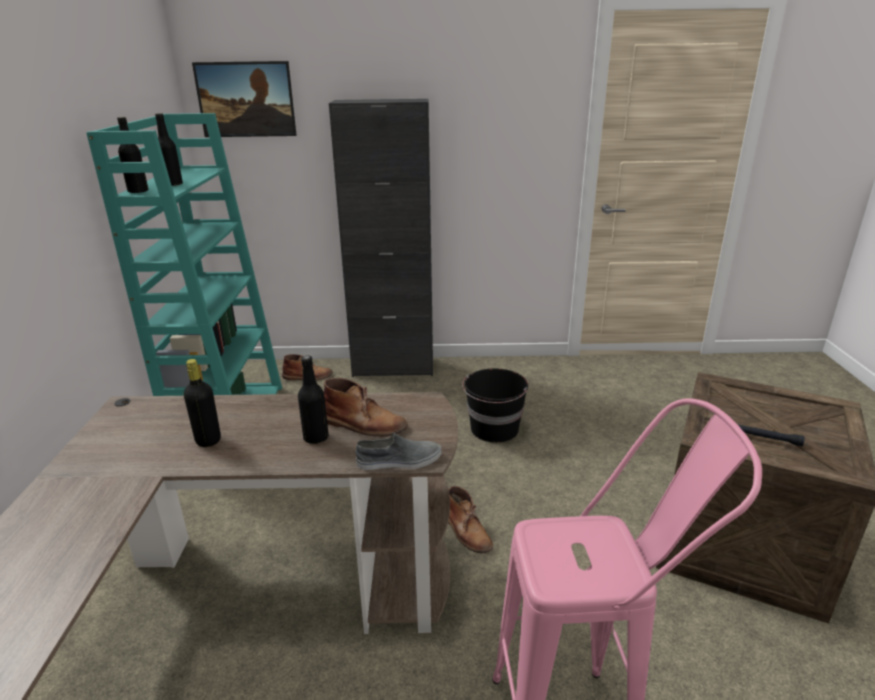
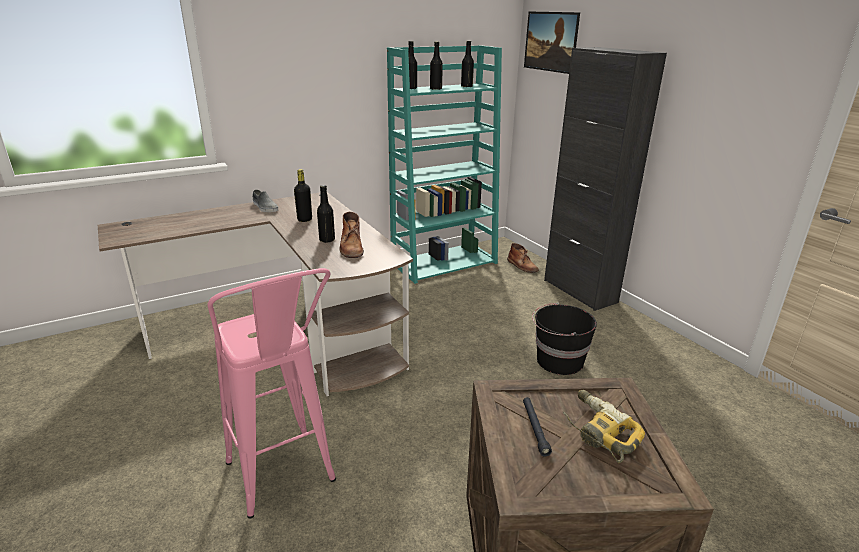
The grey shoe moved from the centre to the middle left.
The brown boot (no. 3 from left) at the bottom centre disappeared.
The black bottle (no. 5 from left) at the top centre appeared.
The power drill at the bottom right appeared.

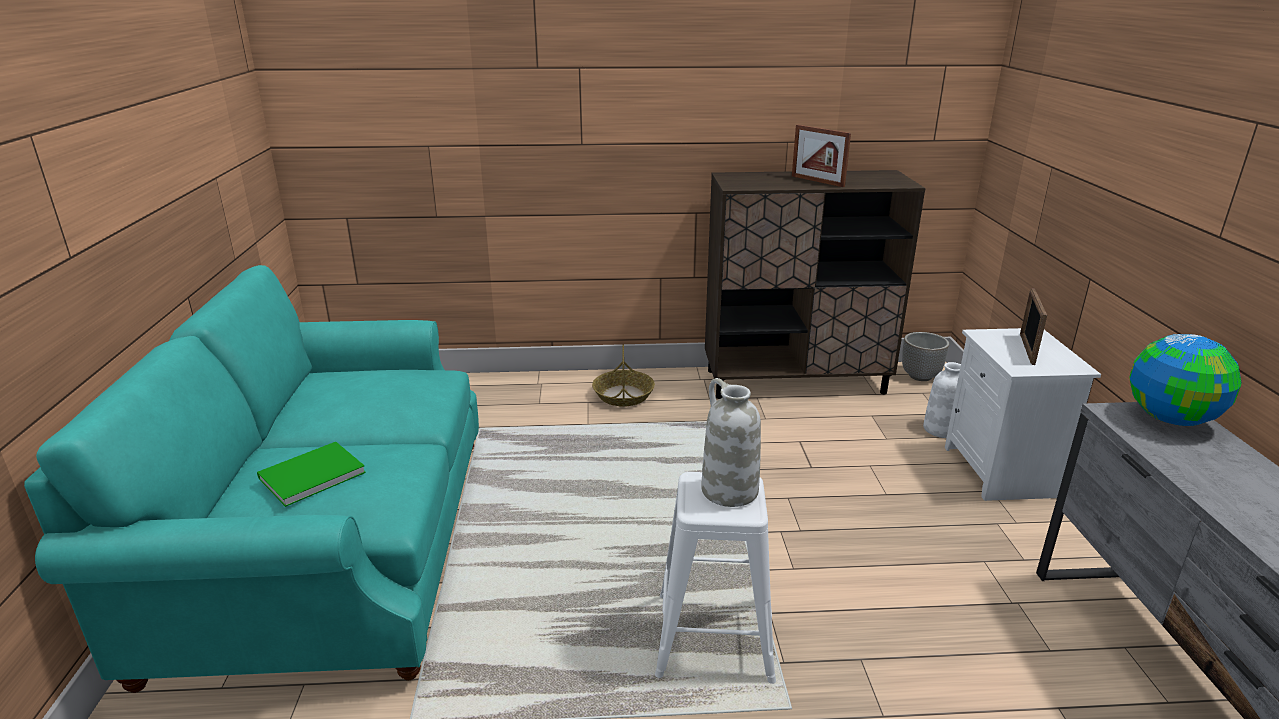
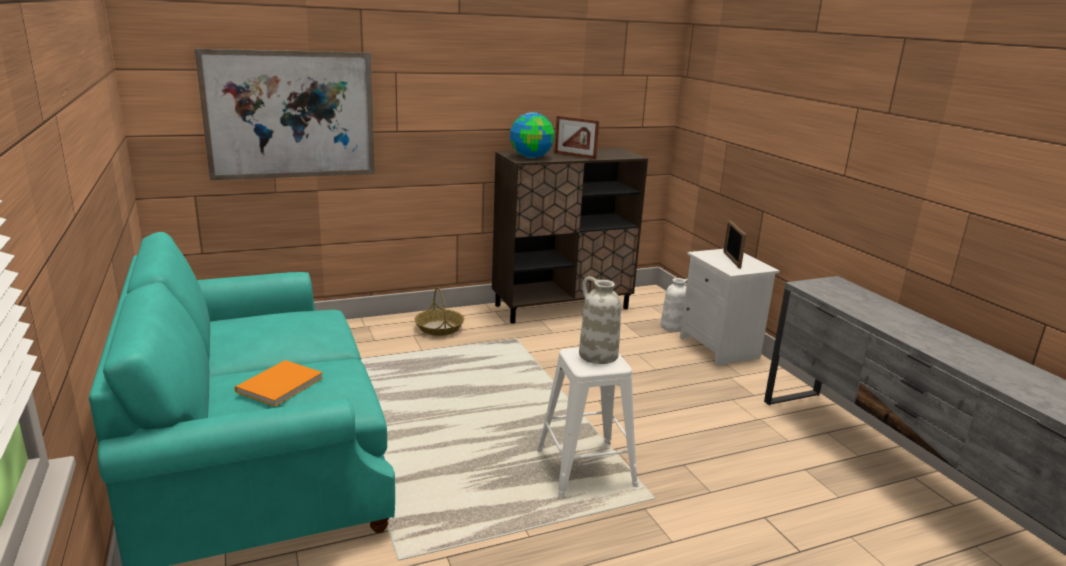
The planter at the middle right disappeared.
The globe moved from the middle right to the top centre.
The green book at the middle left became the orange book at the bottom left.
The picture at the top left appeared.

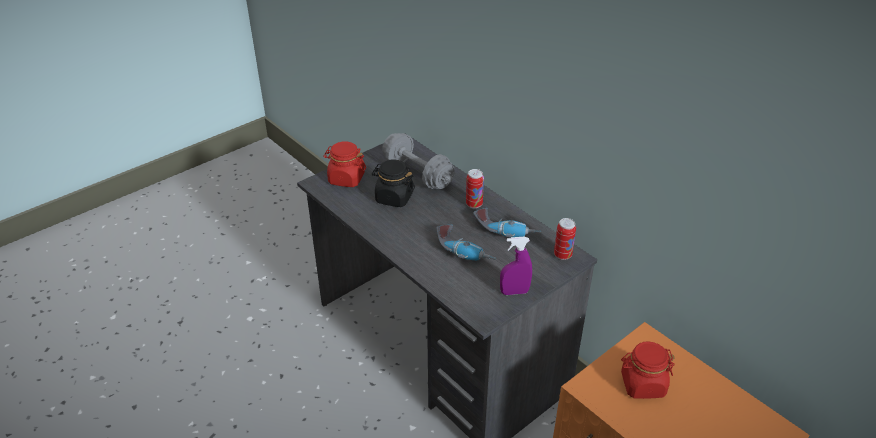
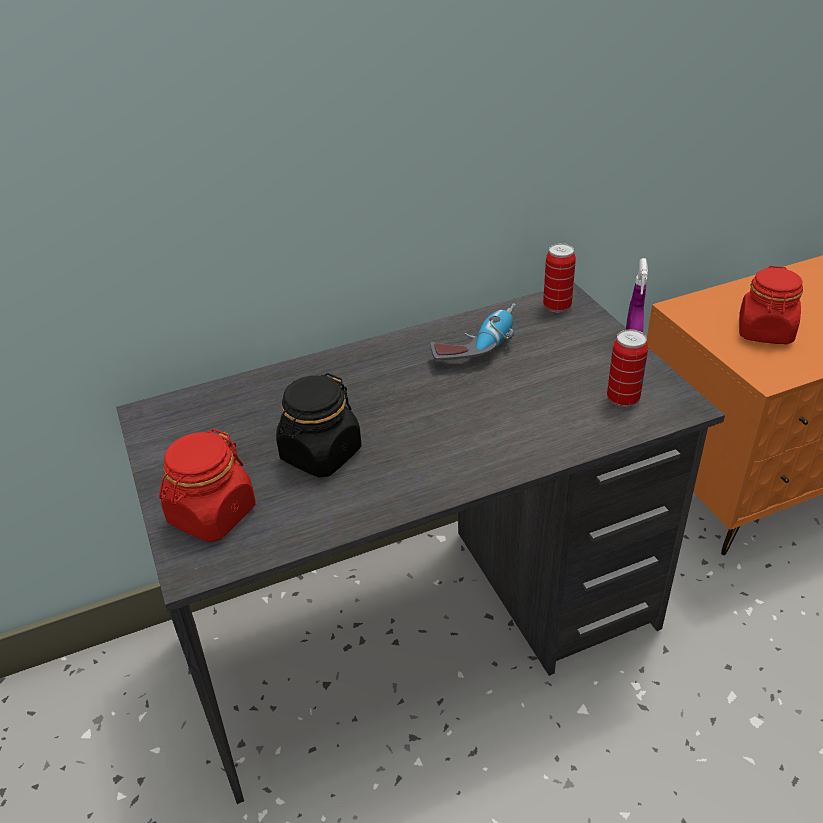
The grey dumbbell at the centre disappeared.
The can (no. 1 from left in the first image) moved from the centre to the middle right.
The power drill (no. 1 from left) at the centre disappeared.

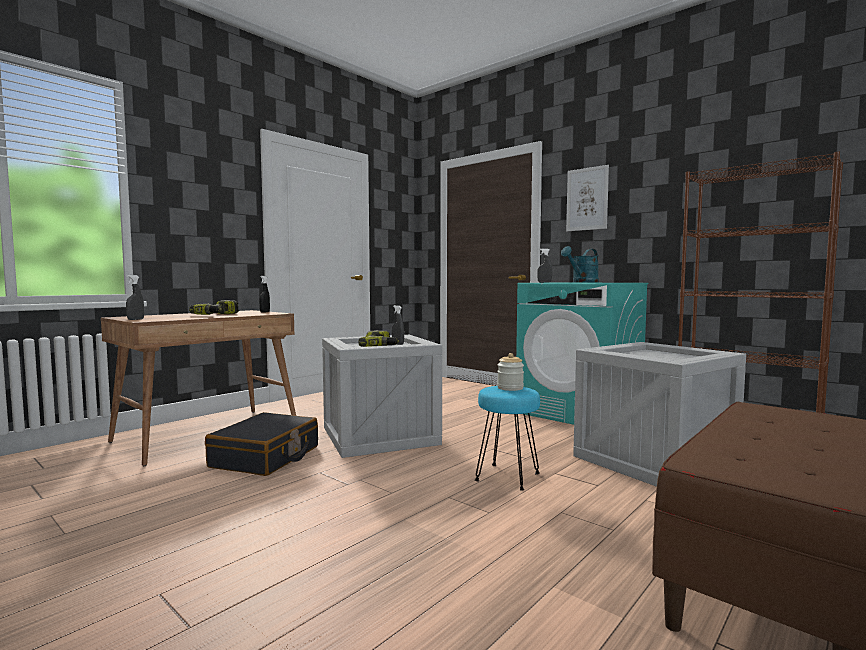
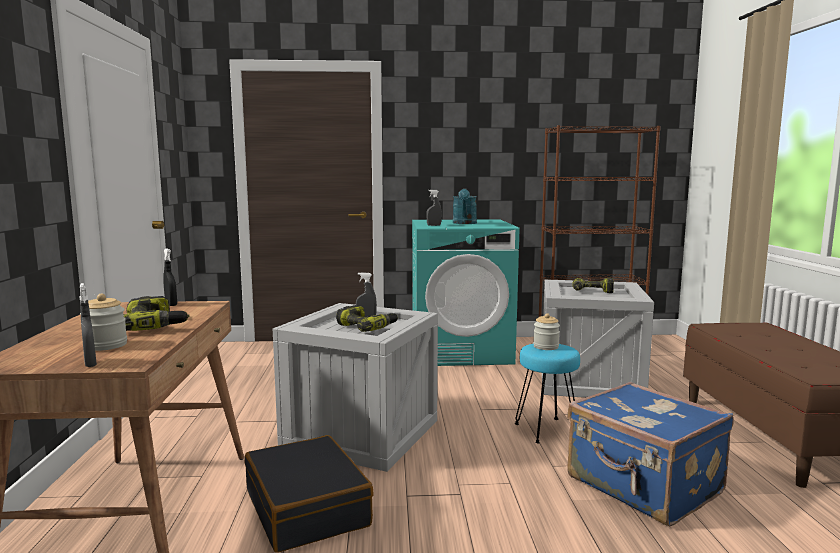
The picture at the top right disappeared.
The power drill (no. 3 from left) at the middle right appeared.
The jar (no. 1 from left) at the middle left appeared.
The blue suitcase at the bottom right appeared.

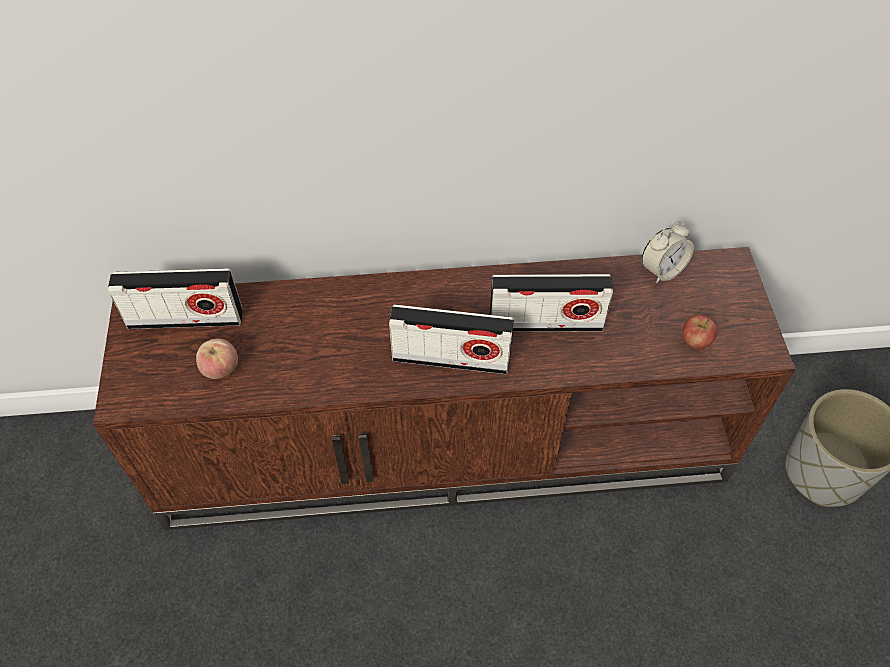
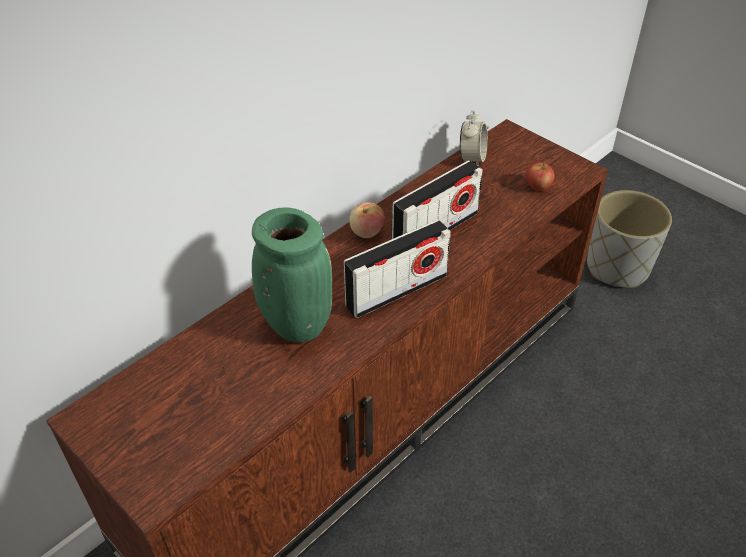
The radio (no. 1 from left) at the middle left disappeared.
The apple (no. 1 from left) moved from the middle left to the centre.
The green vase at the centre appeared.

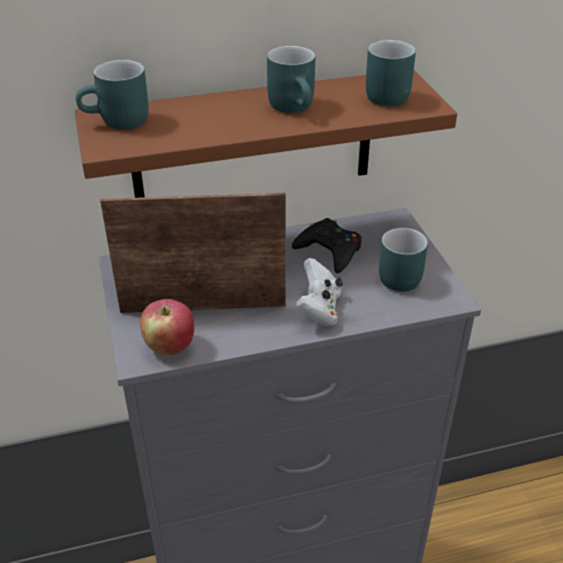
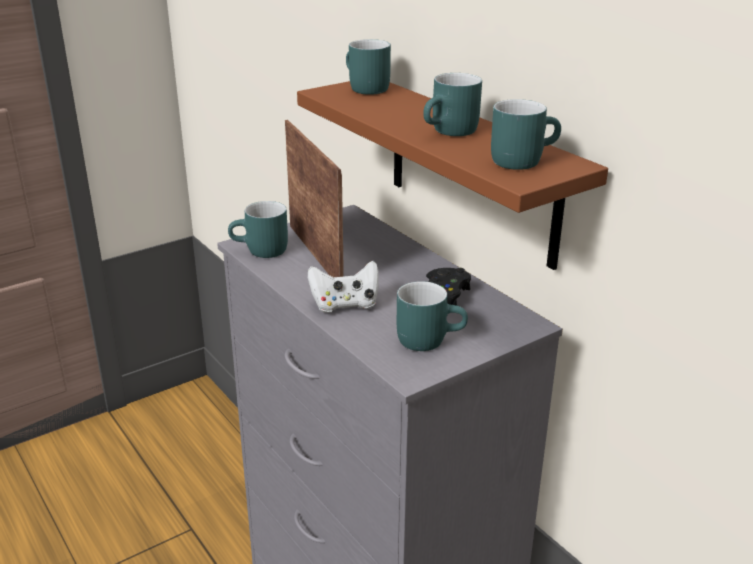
The apple at the middle left was replaced by the turquoise mug (no. 1 from left) at the centre.

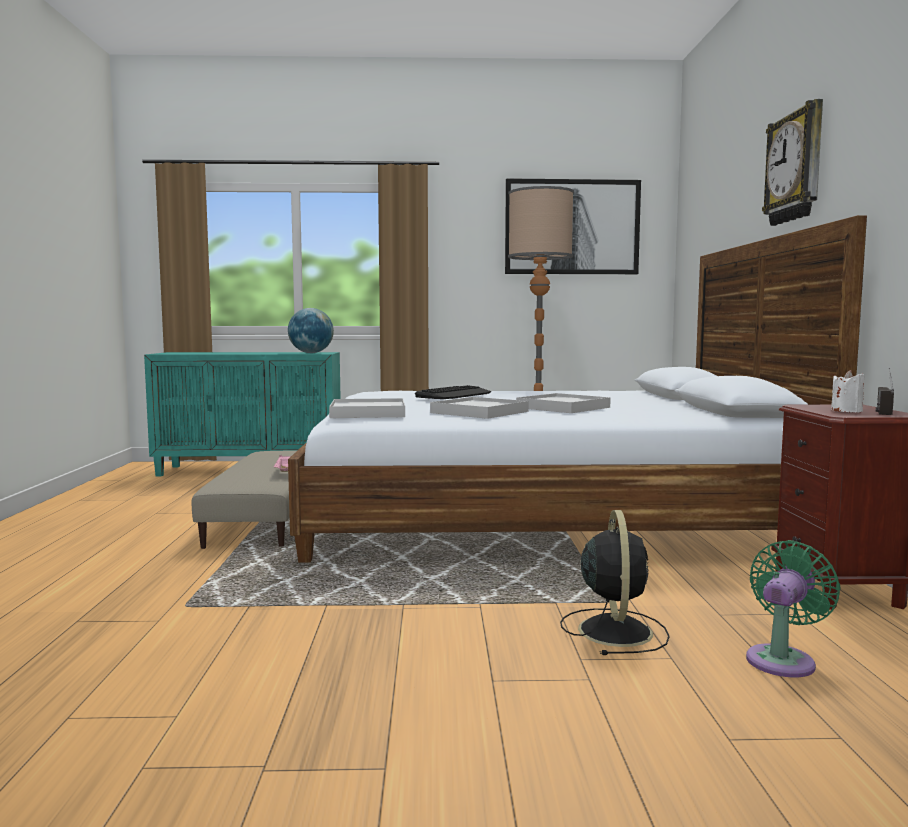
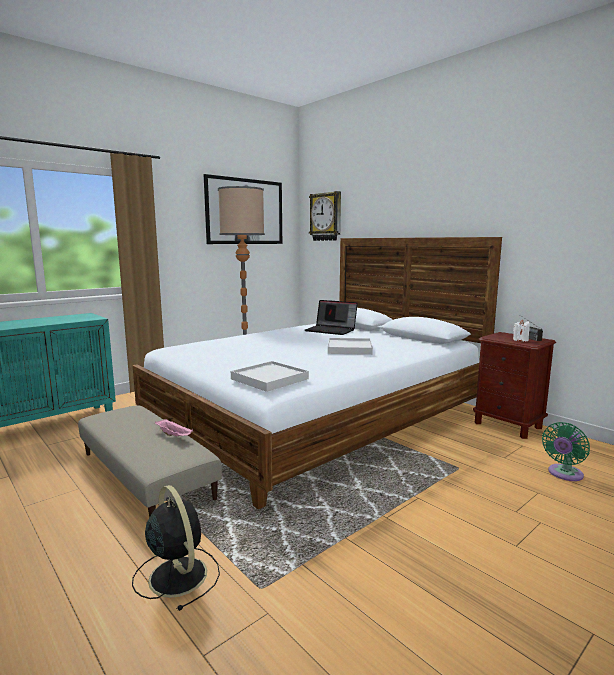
The wall clock moved from the top right to the top centre.
The globe at the centre disappeared.
The keyboard at the centre disappeared.
The white tray (no. 2 from left) at the centre disappeared.
The black fan moved from the bottom right to the bottom left.
The green fan at the bottom right turned 135 degrees counterclockwise.
The laptop at the centre appeared.

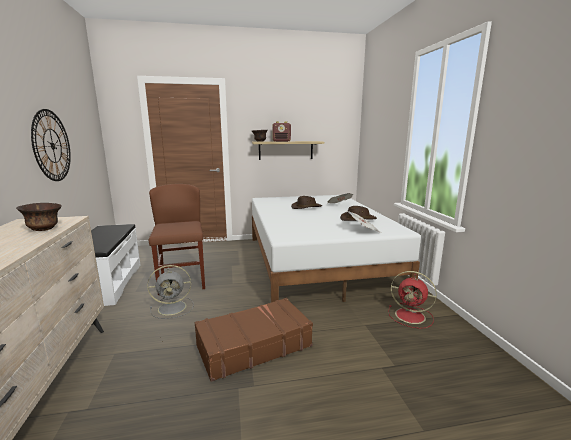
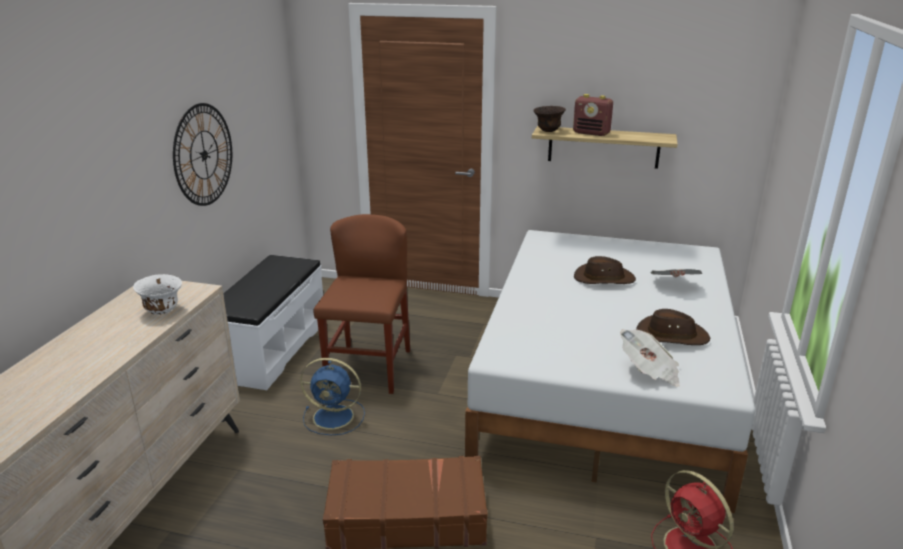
The brown bowl (no. 1 from left) at the middle left became the white bowl at the middle left.
The grey fan at the middle left became the blue fan at the bottom centre.

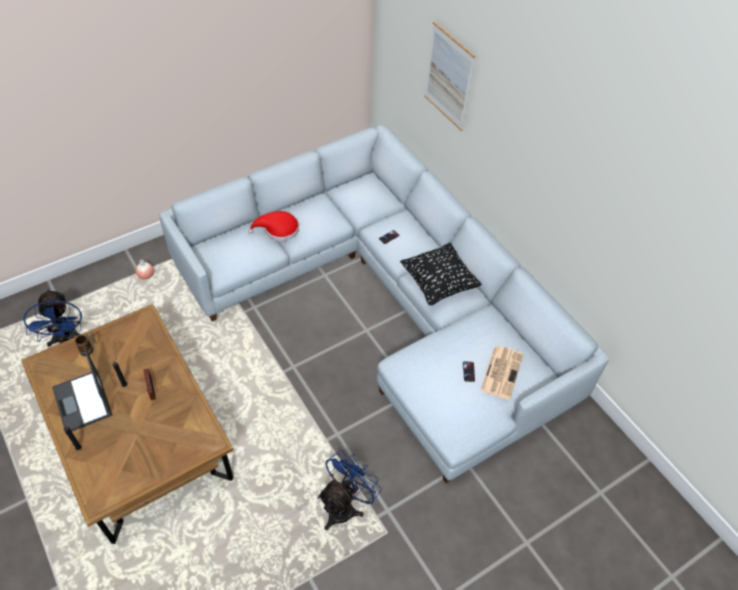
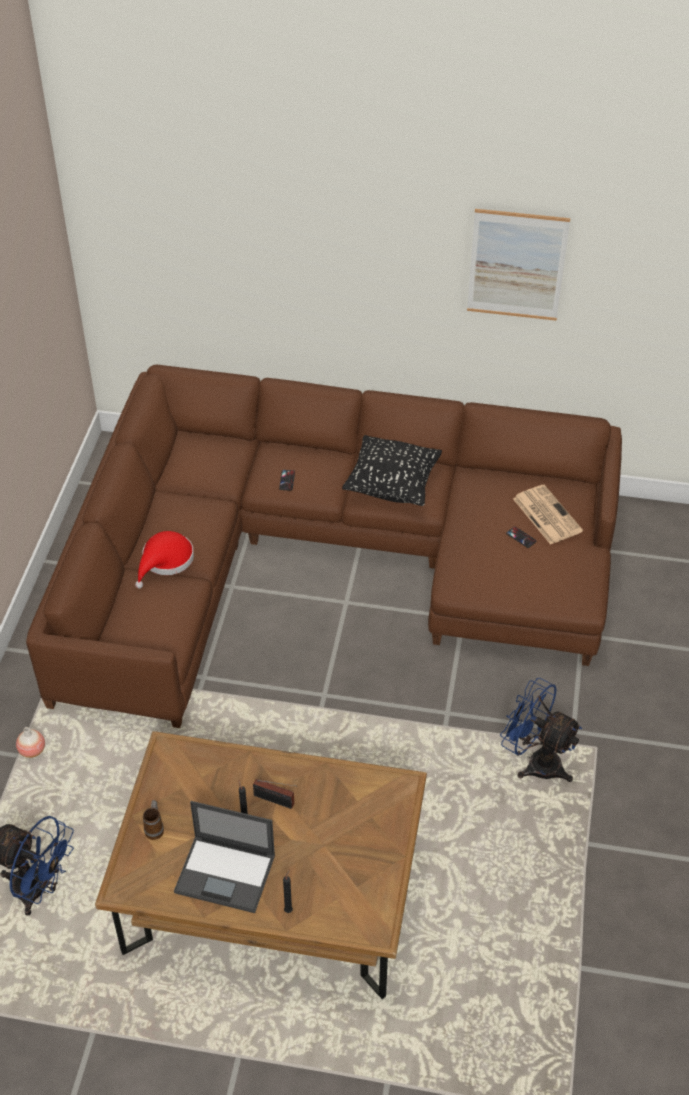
The picture moved from the top centre to the top right.
The grey sofa at the centre became the brown sofa at the centre.
The blue fan (no. 2 from left) at the bottom centre turned 45 degrees counterclockwise.

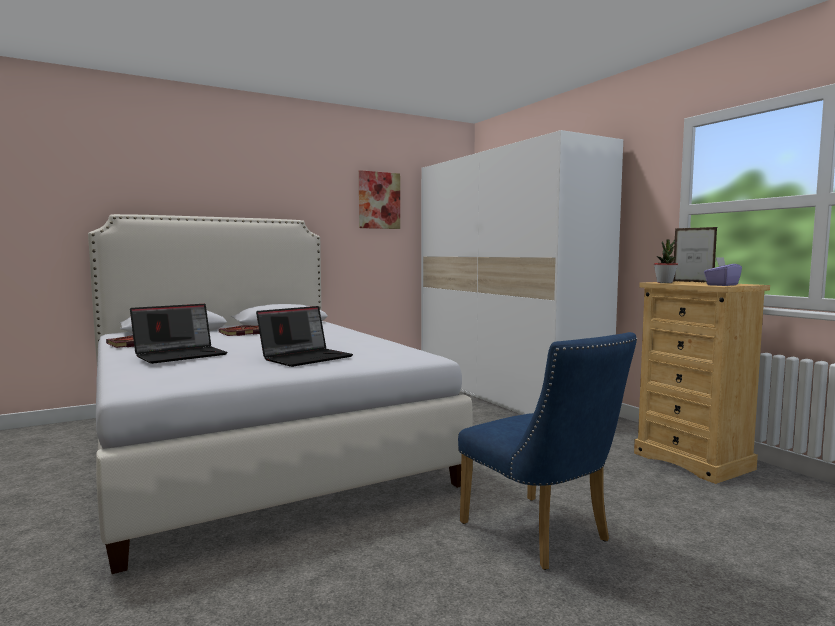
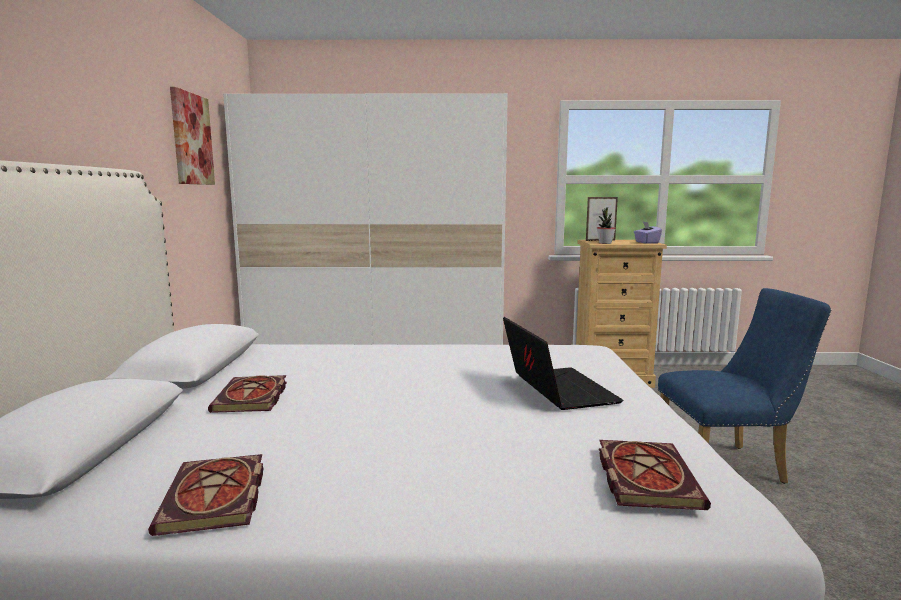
The laptop (no. 1 from left) at the middle left disappeared.
The book (no. 3 from left) at the bottom right appeared.

